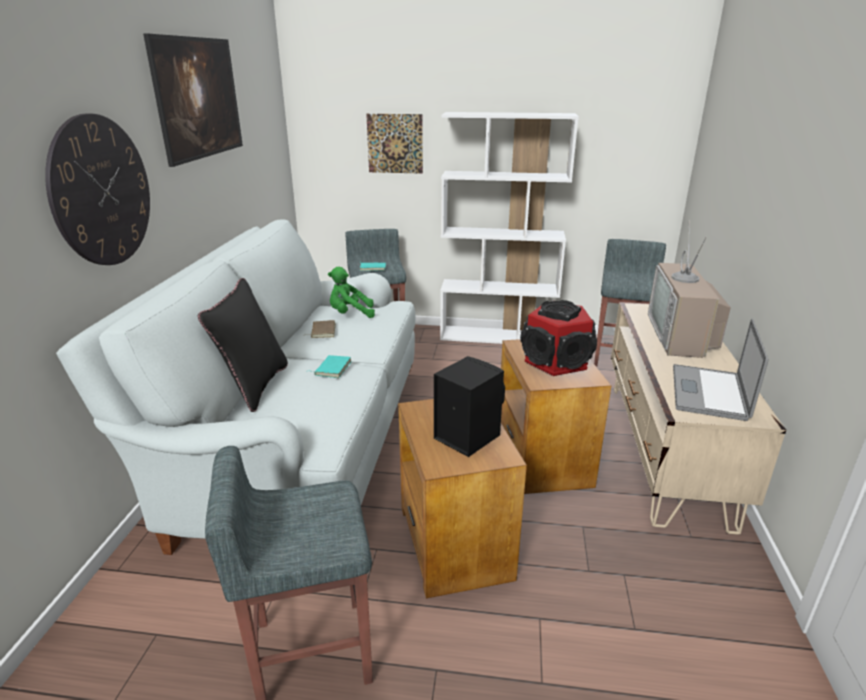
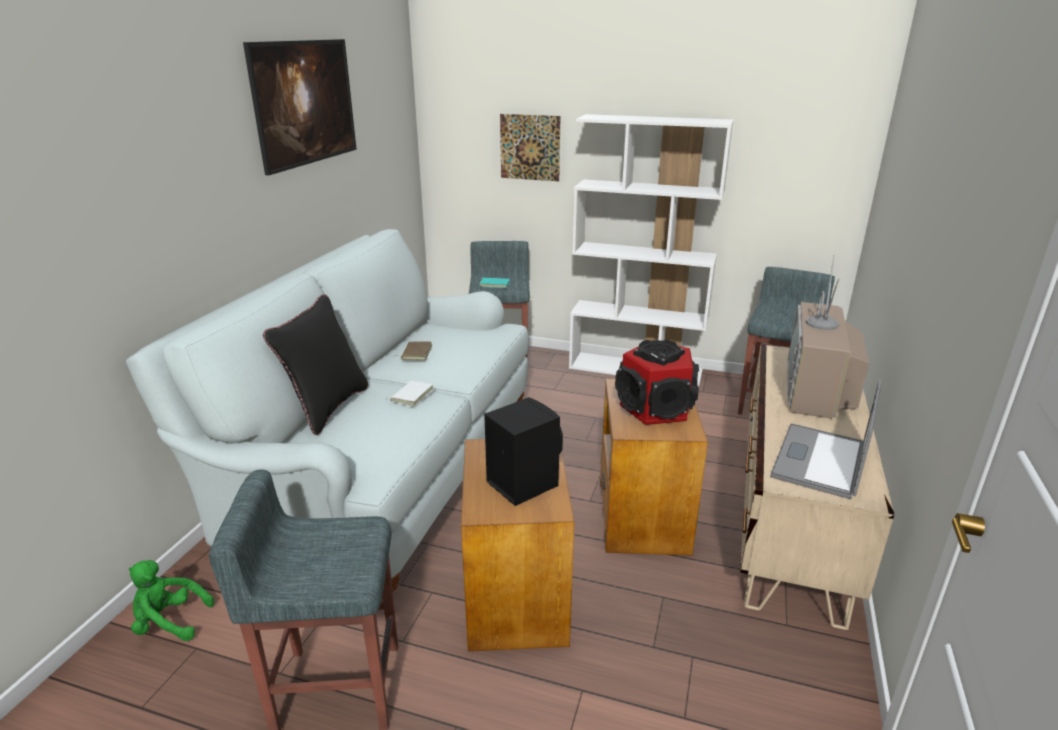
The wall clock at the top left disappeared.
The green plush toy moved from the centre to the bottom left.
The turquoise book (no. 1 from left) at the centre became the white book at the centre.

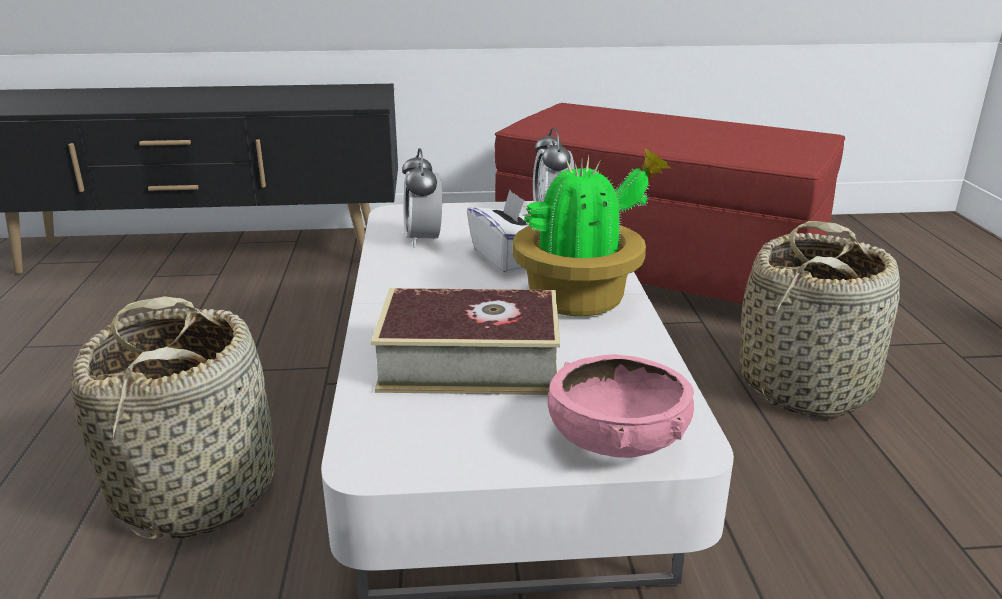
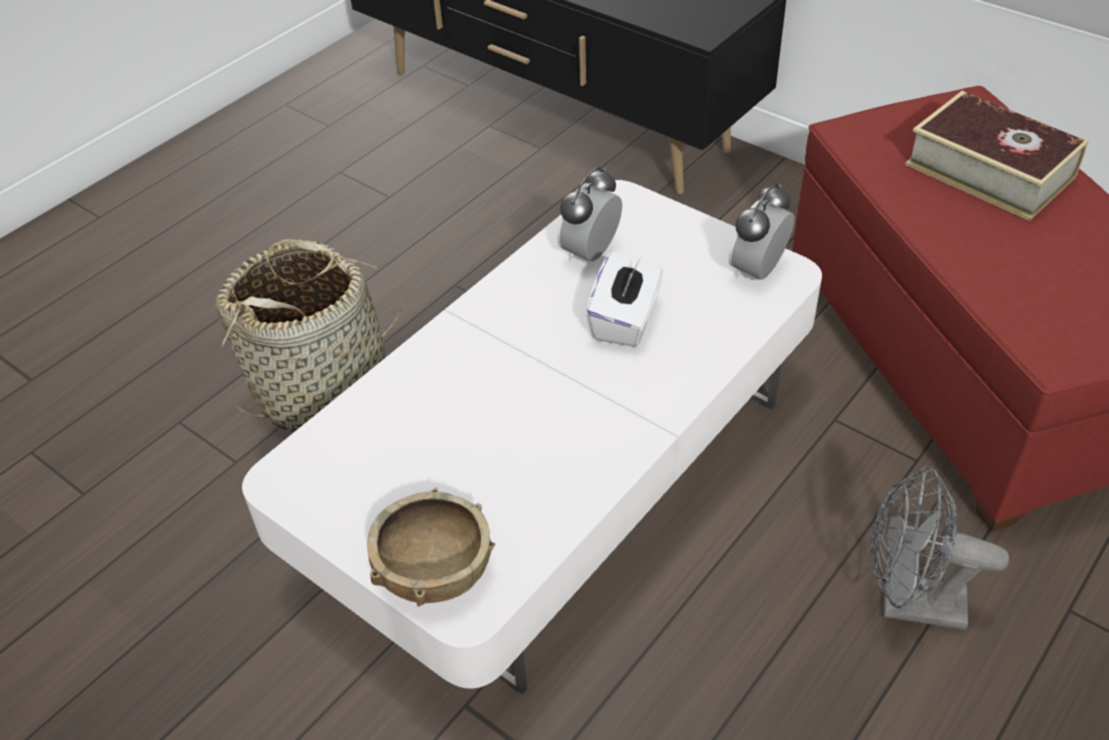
The potted plant at the centre disappeared.
The basket (no. 2 from left) at the middle right was replaced by the grey fan at the bottom right.
The book moved from the centre to the top right.
The pink bowl at the bottom centre became the brown bowl at the bottom centre.

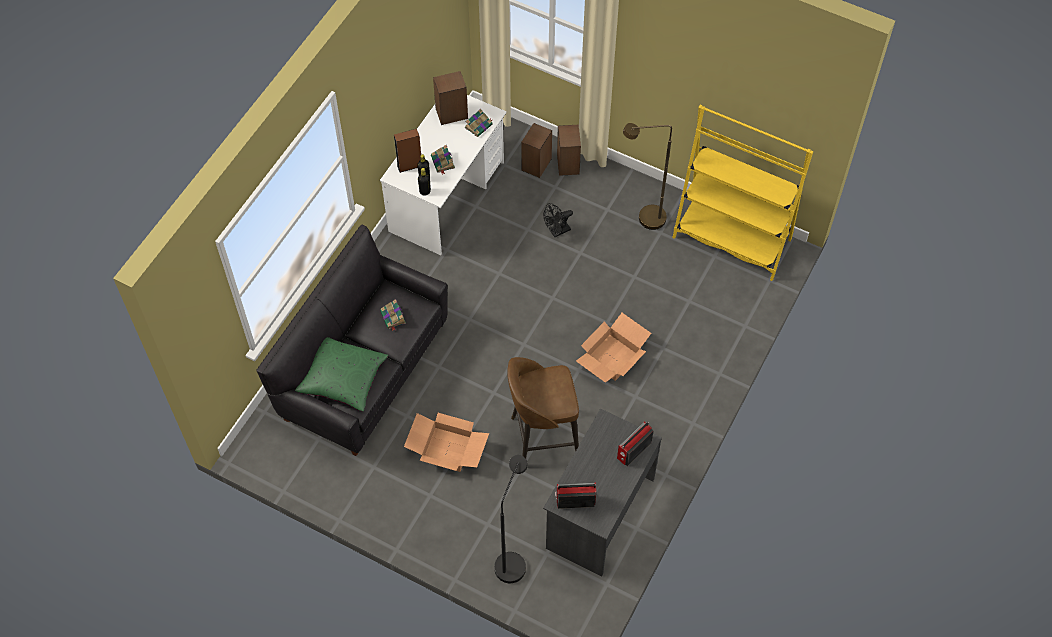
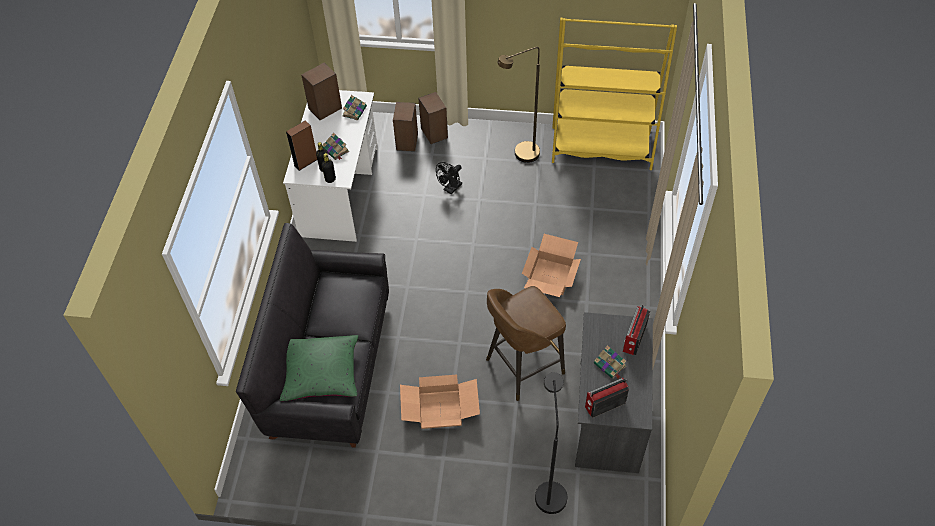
The book (no. 1 from left in the first image) moved from the centre to the bottom centre.

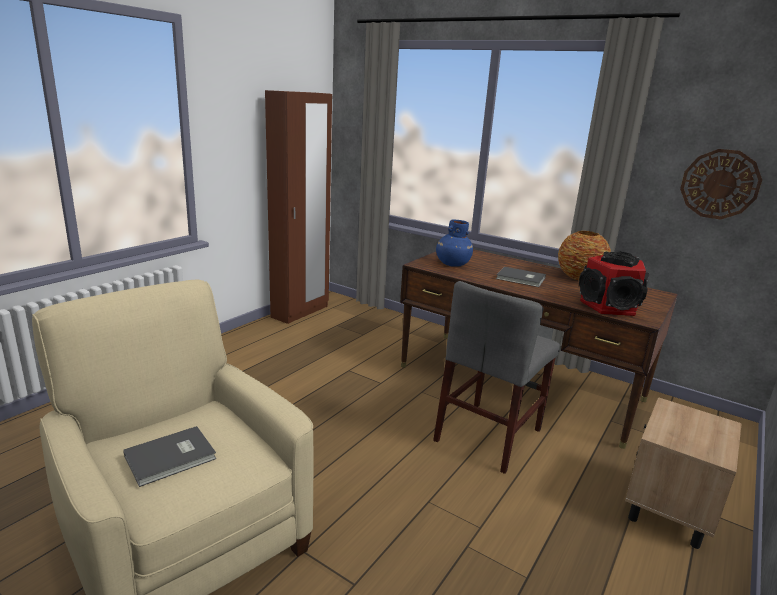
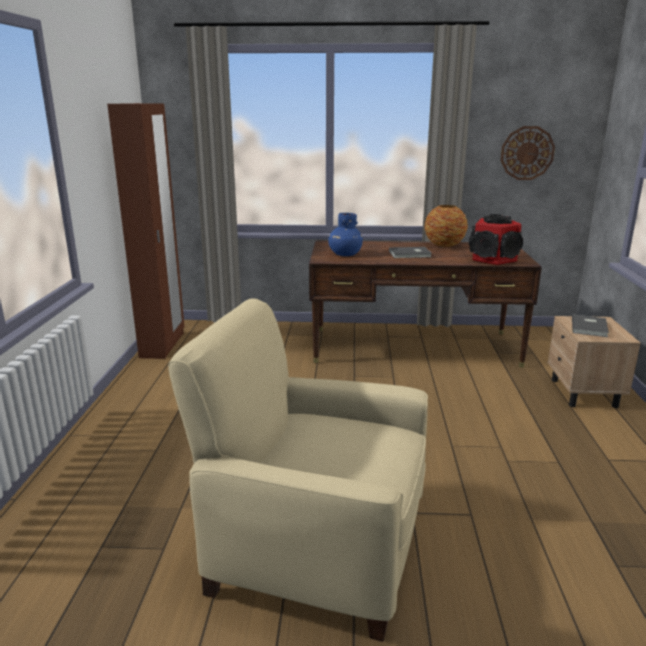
The grey chair at the centre disappeared.
The grey book (no. 1 from left in the first image) moved from the bottom left to the middle right.

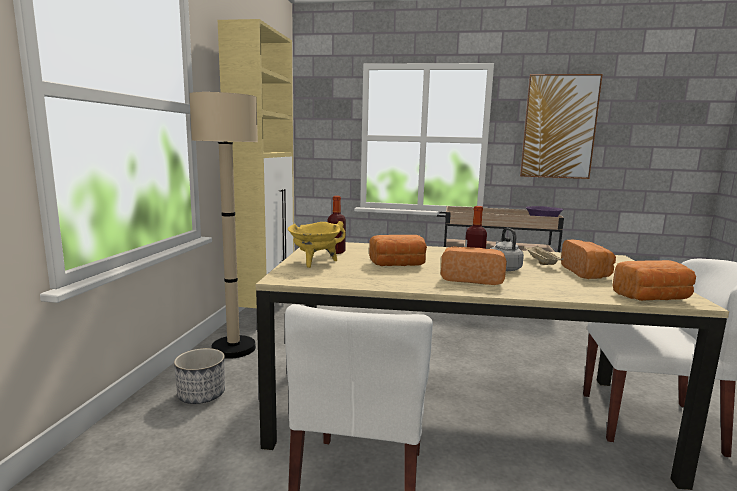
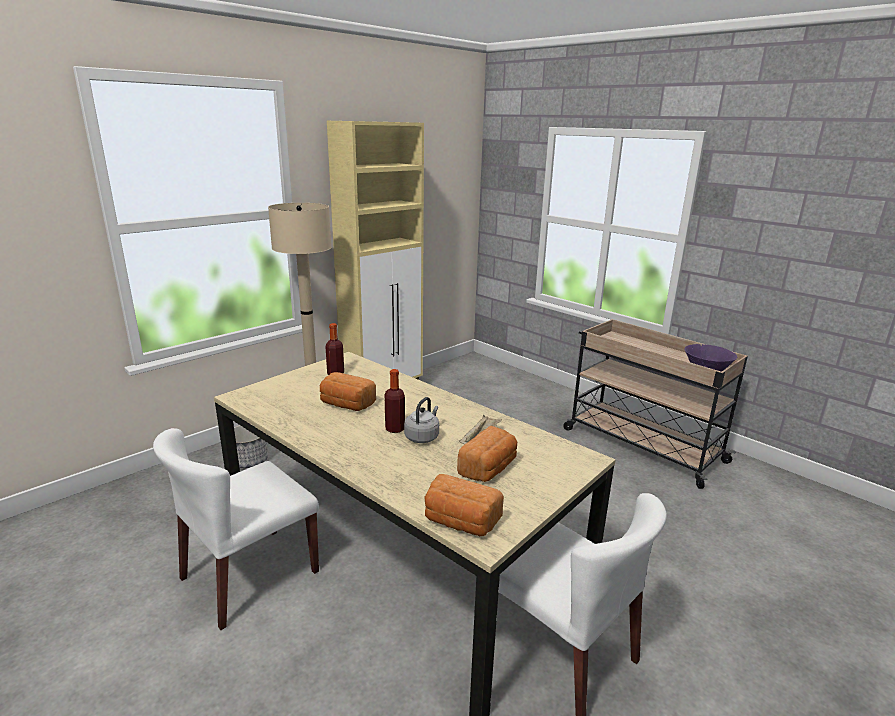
The picture at the top right disappeared.
The yellow cooking pot at the centre disappeared.
The bread (no. 2 from left) at the centre disappeared.

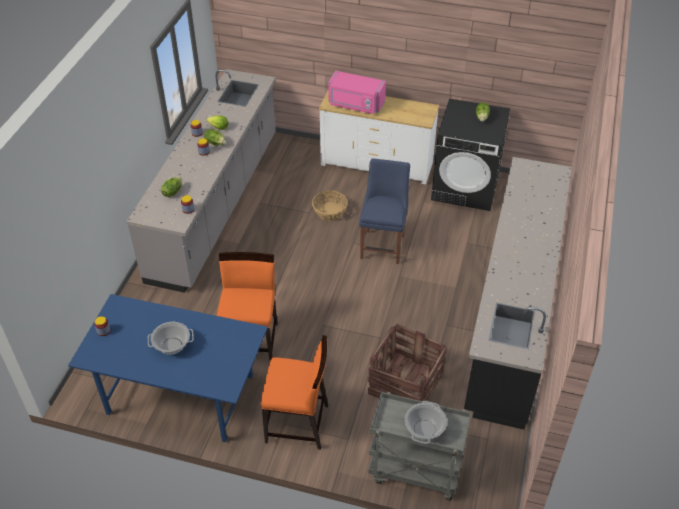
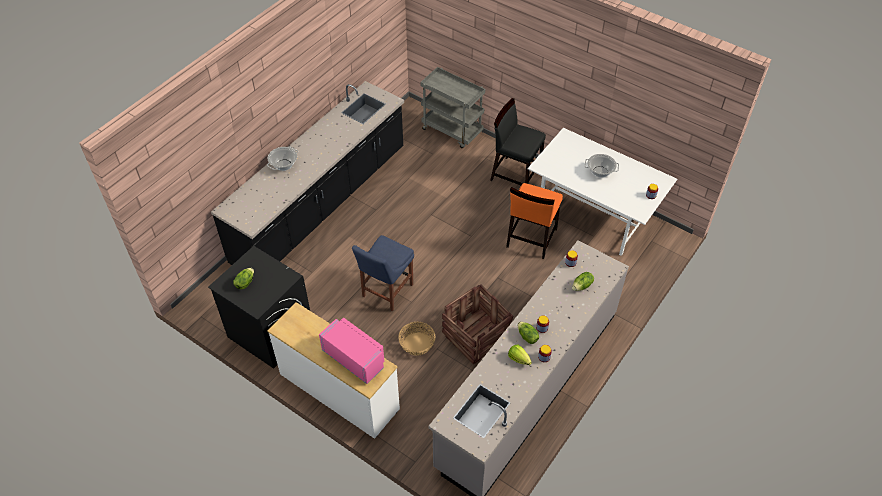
The blue dining table at the bottom left became the white dining table at the middle right.
The crate moved from the bottom centre to the centre.
The orange chair (no. 2 from left) at the bottom centre became the black chair at the top centre.
The cooking pot (no. 2 from left in the first image) moved from the bottom centre to the top left.

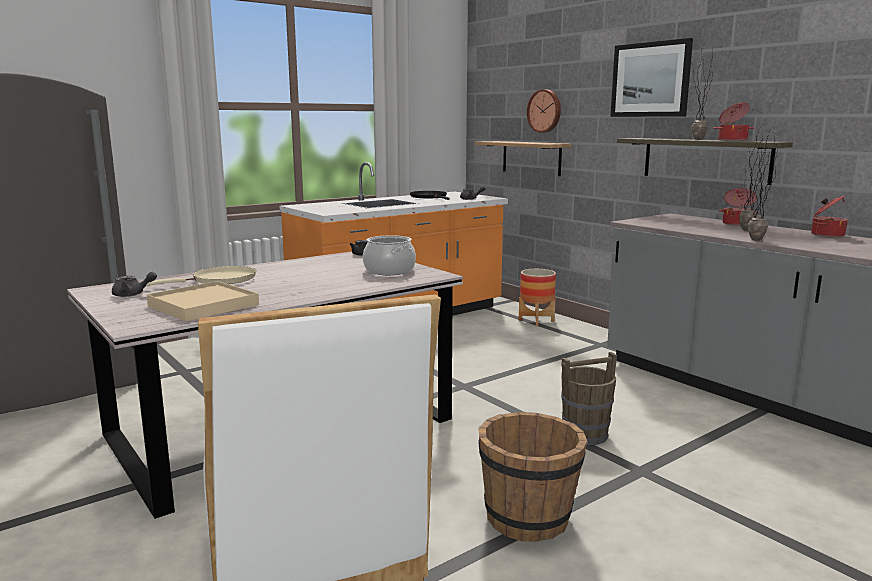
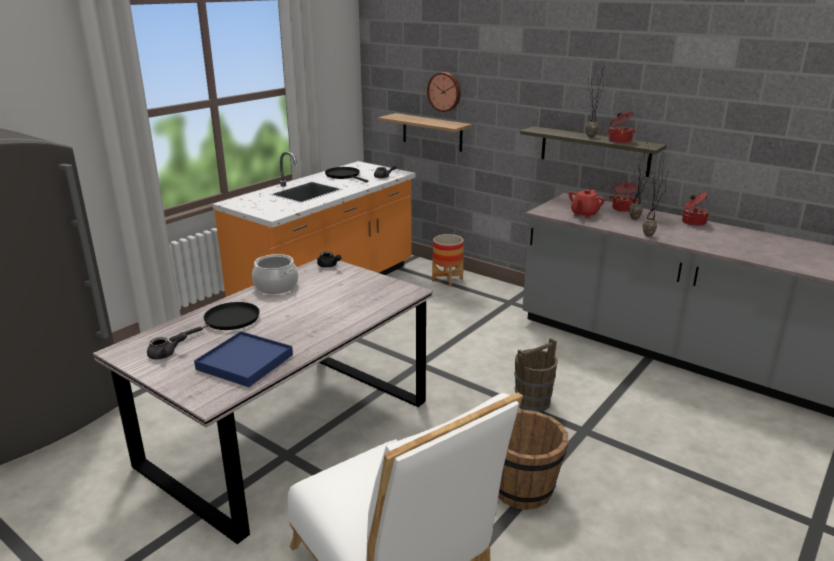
The picture at the top right disappeared.
The cooking pot (no. 1 from left) moved from the centre to the middle left.
The beige frying pan at the middle left became the black frying pan (no. 1 from left) at the middle left.
The beige tray at the middle left became the blue tray at the middle left.
The red teapot at the middle right appeared.

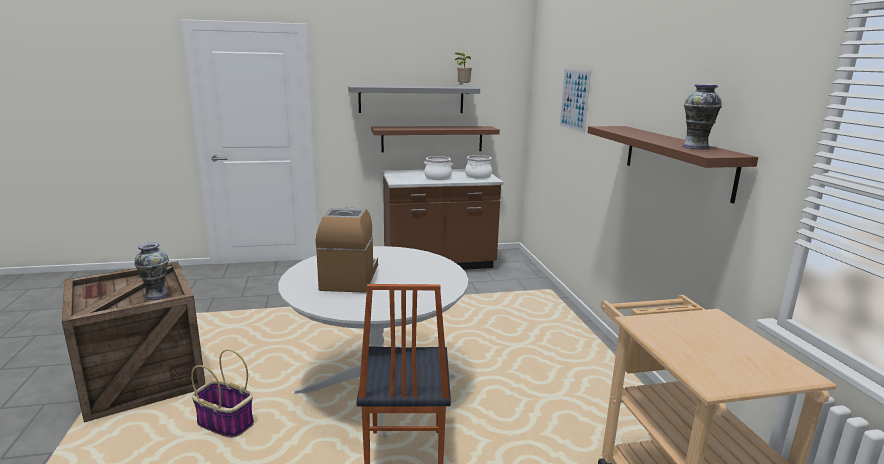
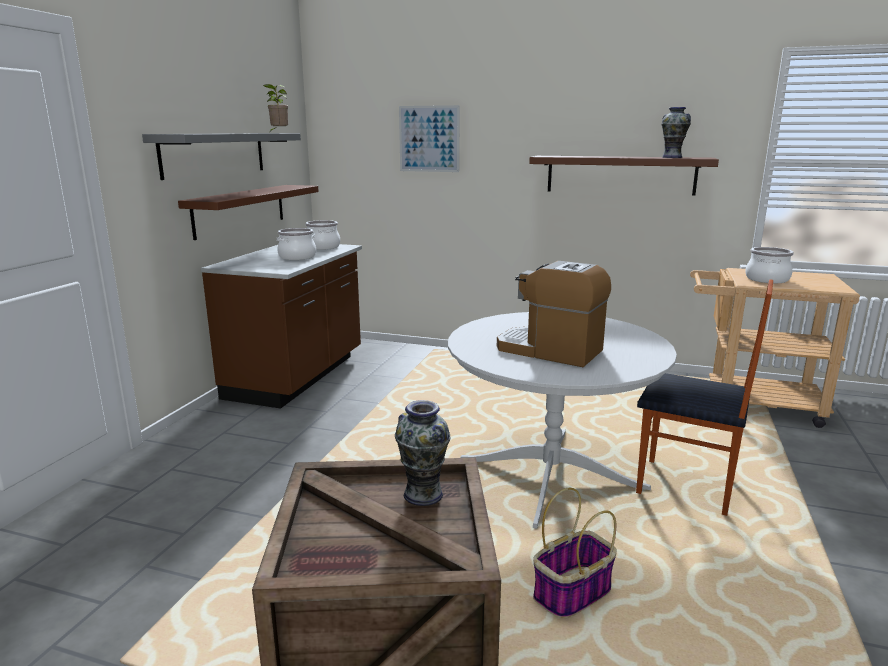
The cooking pot (no. 3 from left) at the middle right appeared.

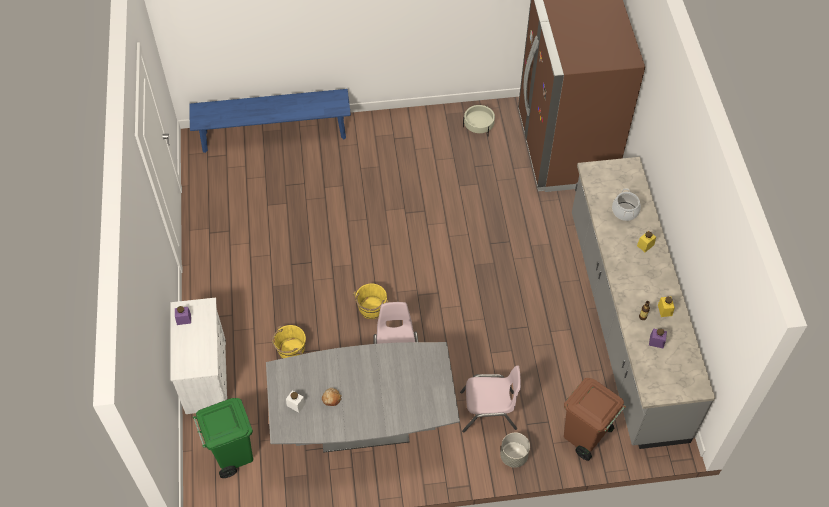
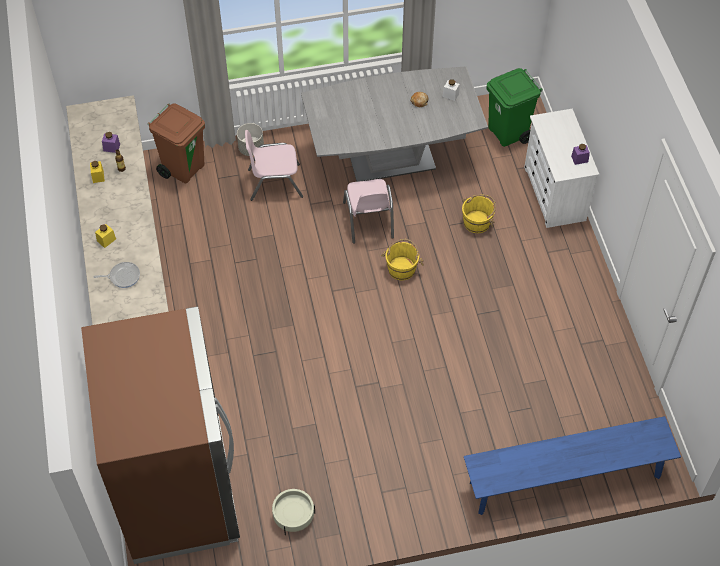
The cooking pot at the middle right was replaced by the frying pan at the middle left.

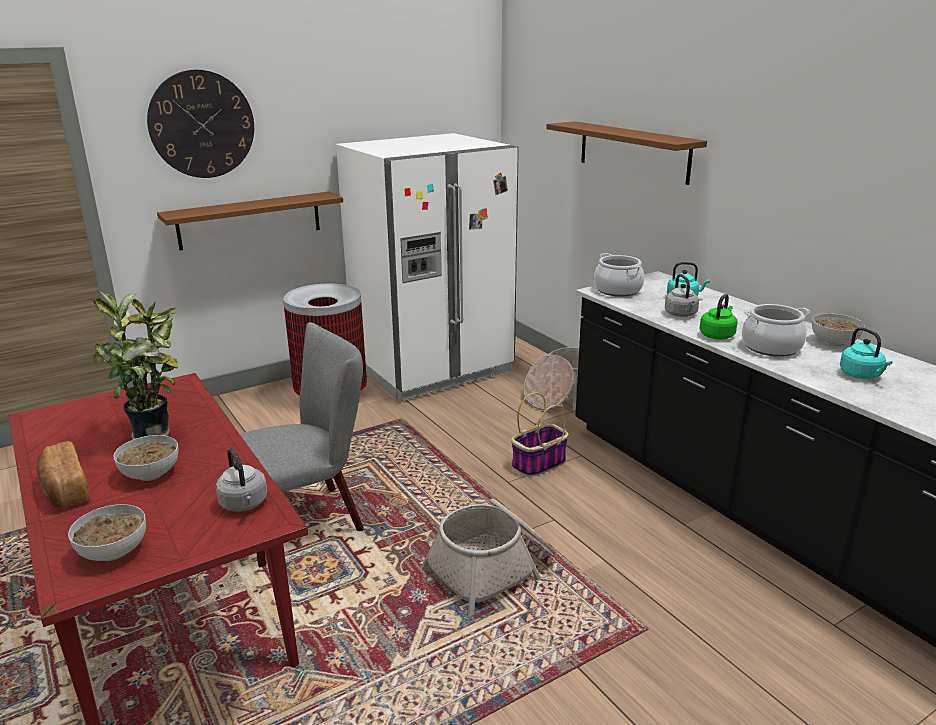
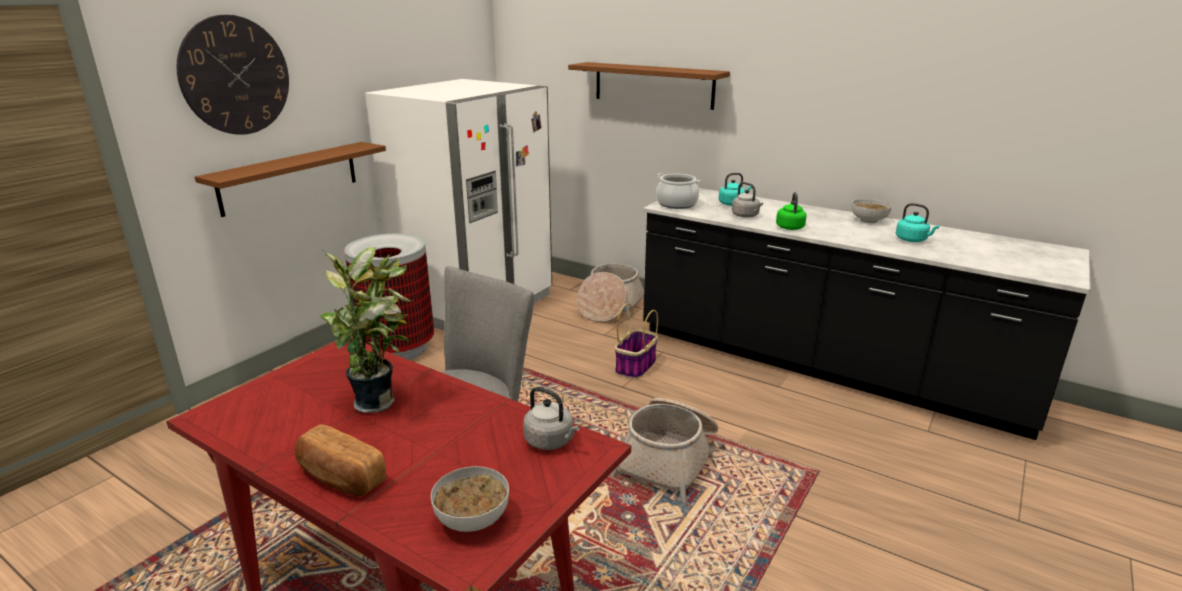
The cooking pot (no. 2 from left) at the middle right disappeared.
The bowl (no. 2 from left) at the middle left disappeared.

